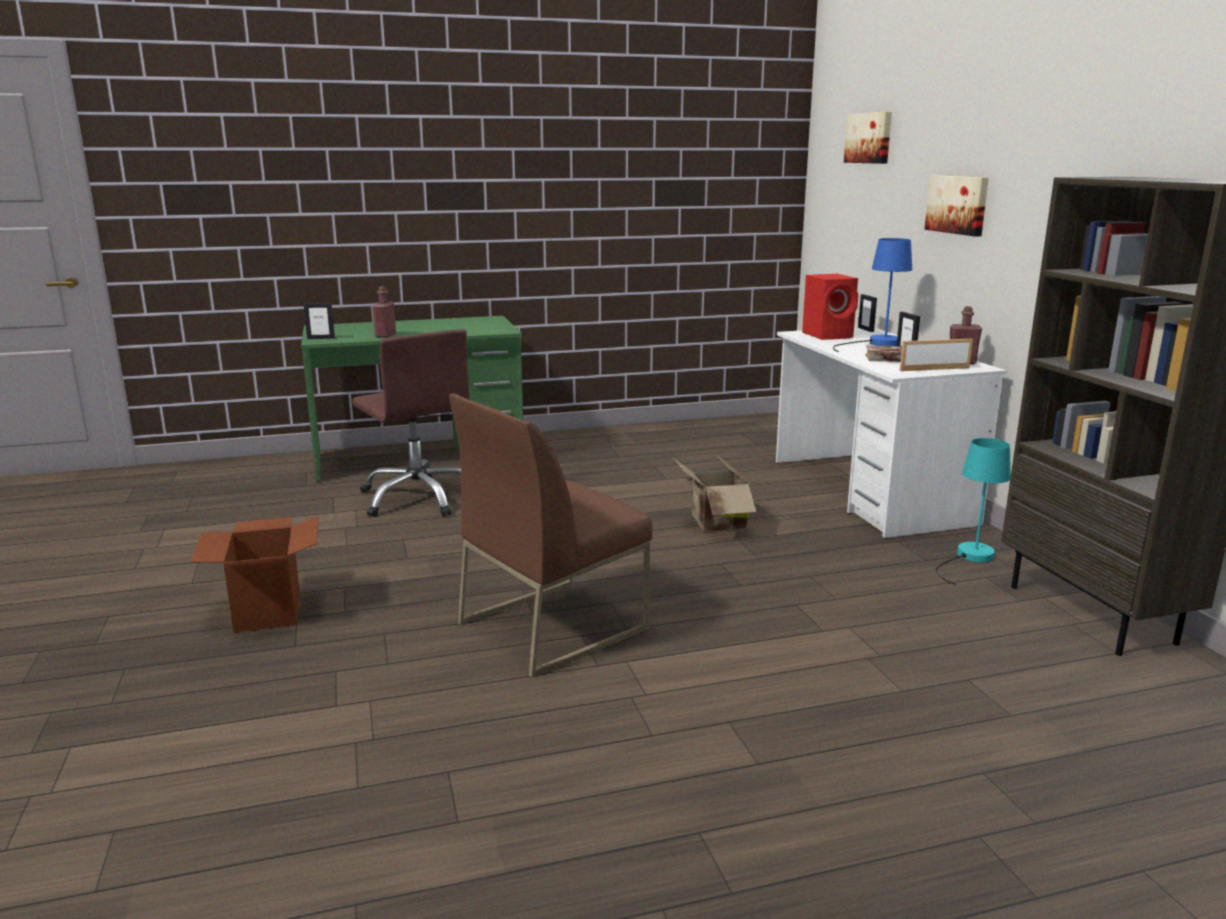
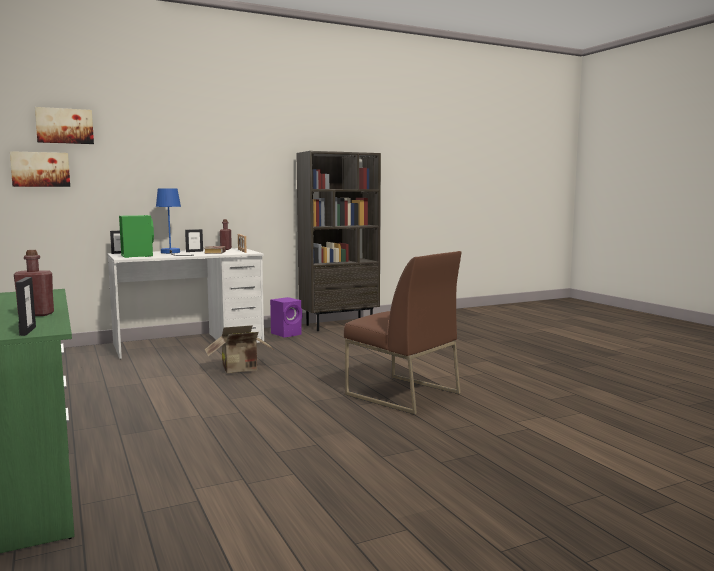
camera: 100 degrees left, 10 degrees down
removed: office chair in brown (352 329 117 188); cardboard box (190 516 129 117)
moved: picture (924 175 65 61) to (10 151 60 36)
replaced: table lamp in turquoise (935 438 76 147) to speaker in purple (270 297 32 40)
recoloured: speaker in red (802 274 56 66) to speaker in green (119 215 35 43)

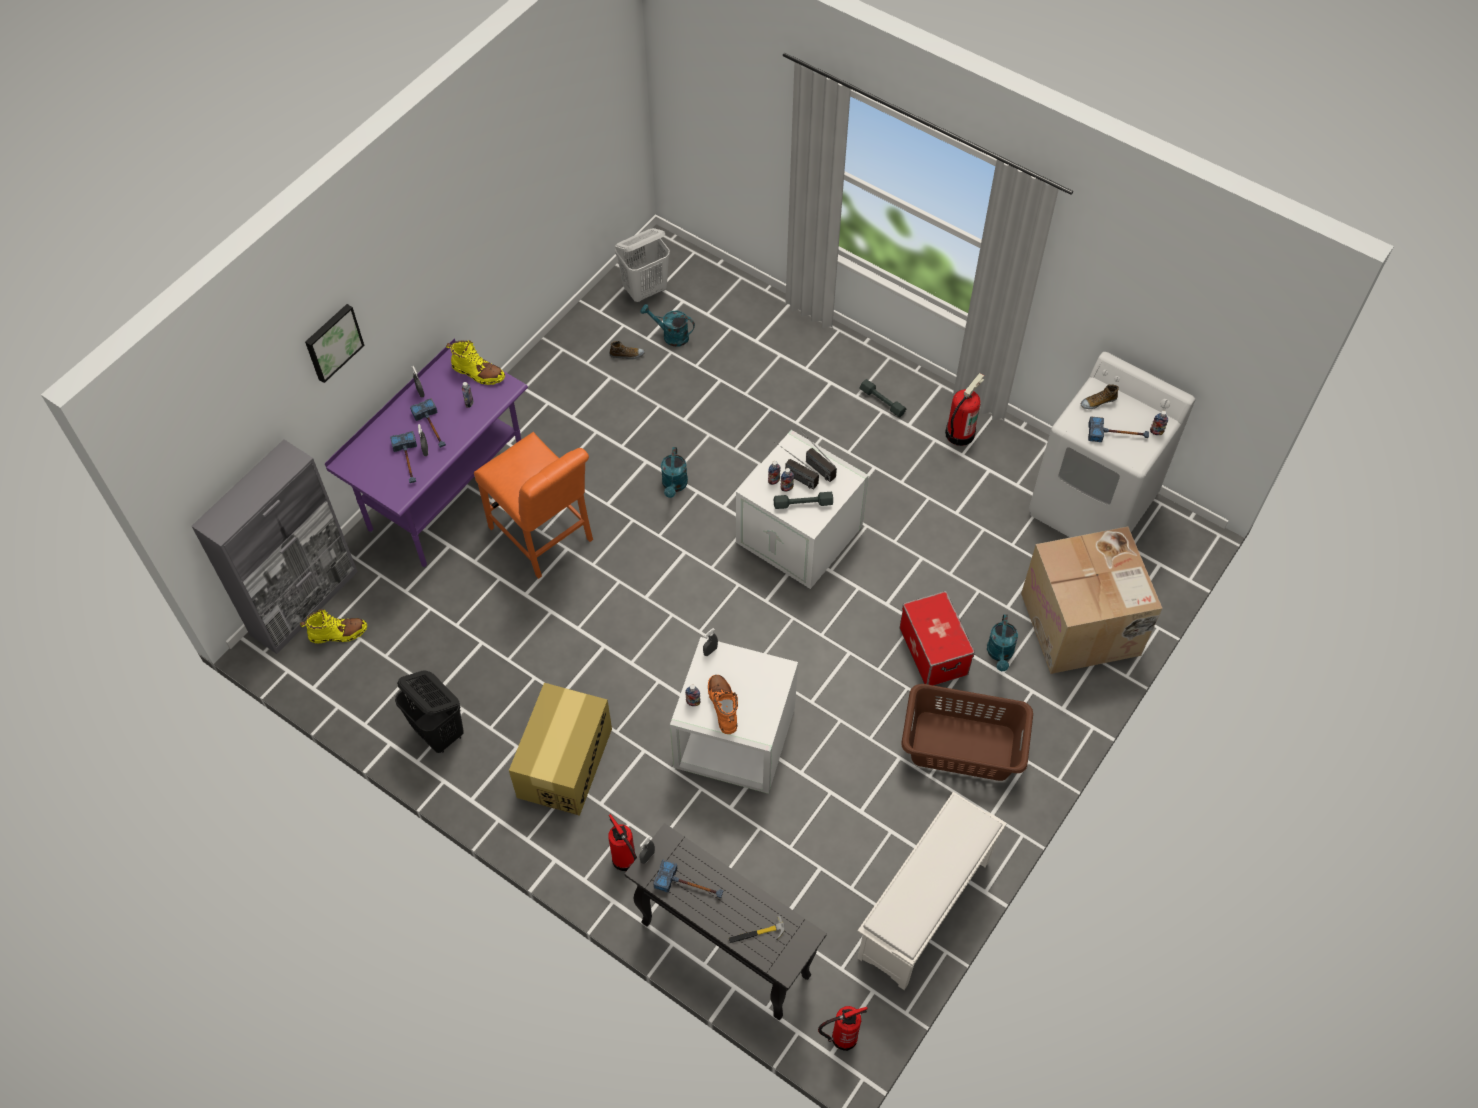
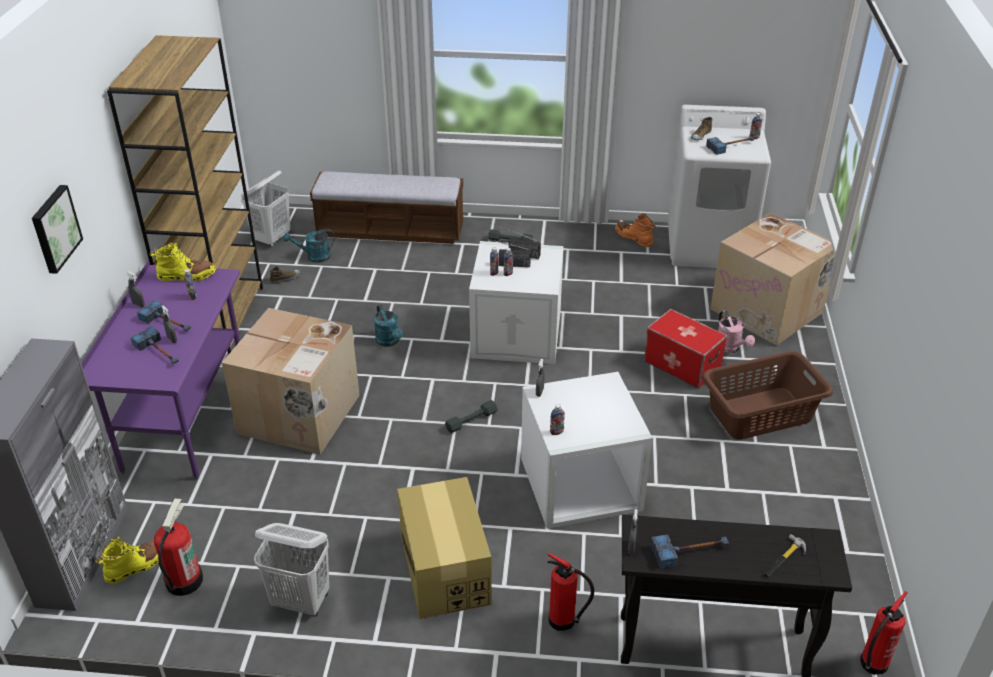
camera: 30 degrees left, 20 degrees down
removed: shoe rack in white (857 792 150 198)
added: bookcase in brown (107 35 156 320); bench (310 171 154 73)
moved: fire extinguisher (945 373 39 73) to (154 498 49 98); dumbbell in grey (774 492 59 17) to (445 400 53 33); boot in orange (708 675 30 59) to (615 213 41 34)
replaced: chair in orange (474 432 119 147) to cardboard box (222 308 138 147)
recoloured: watering can in turquoise (987 614 31 57) to watering can in pink (718 310 37 43); laundry basket in black (395 671 69 82) to laundry basket in white (254 523 75 93)

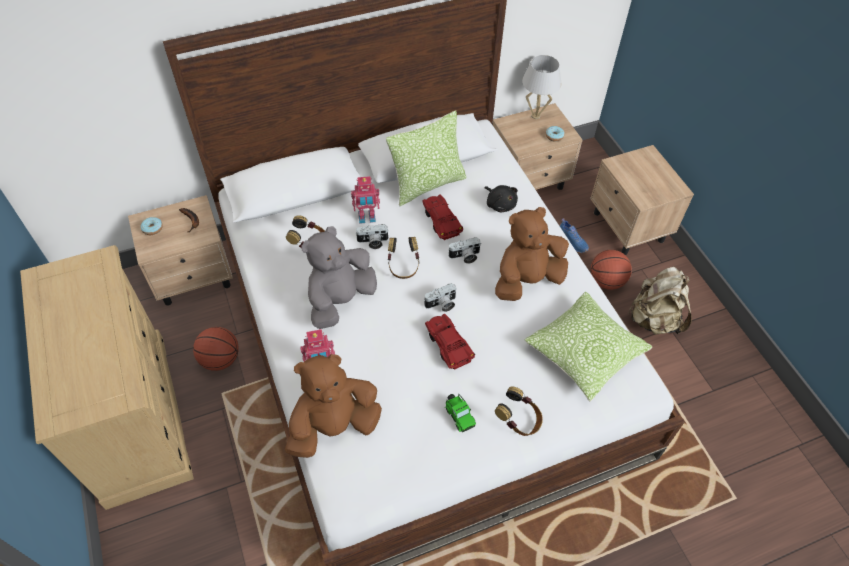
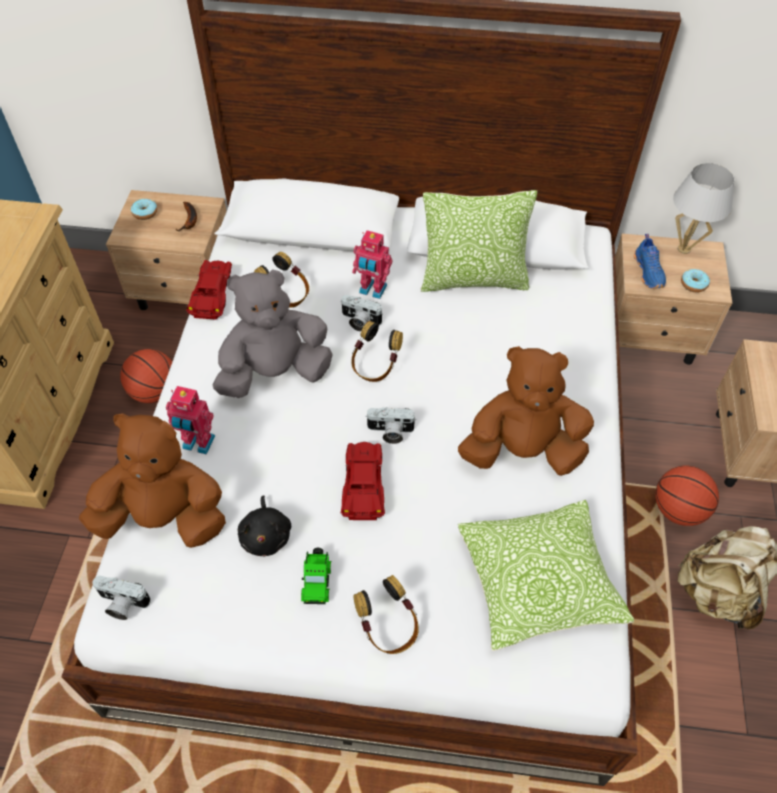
camera: 30 degrees right, 0 degrees up
moved: plush toy in black (485 185 33 28) to (238 496 53 61); toy car in red (422 194 42 46) to (186 260 46 60); shoe in blue (560 218 29 35) to (634 234 32 54); photo camera (448 237 33 27) to (92 576 59 44)

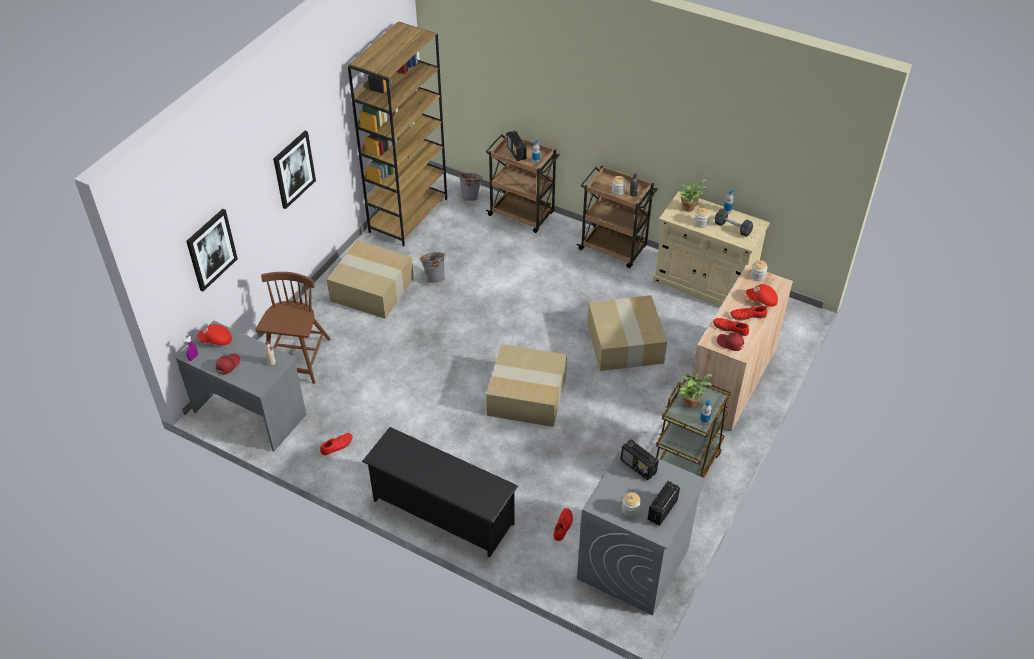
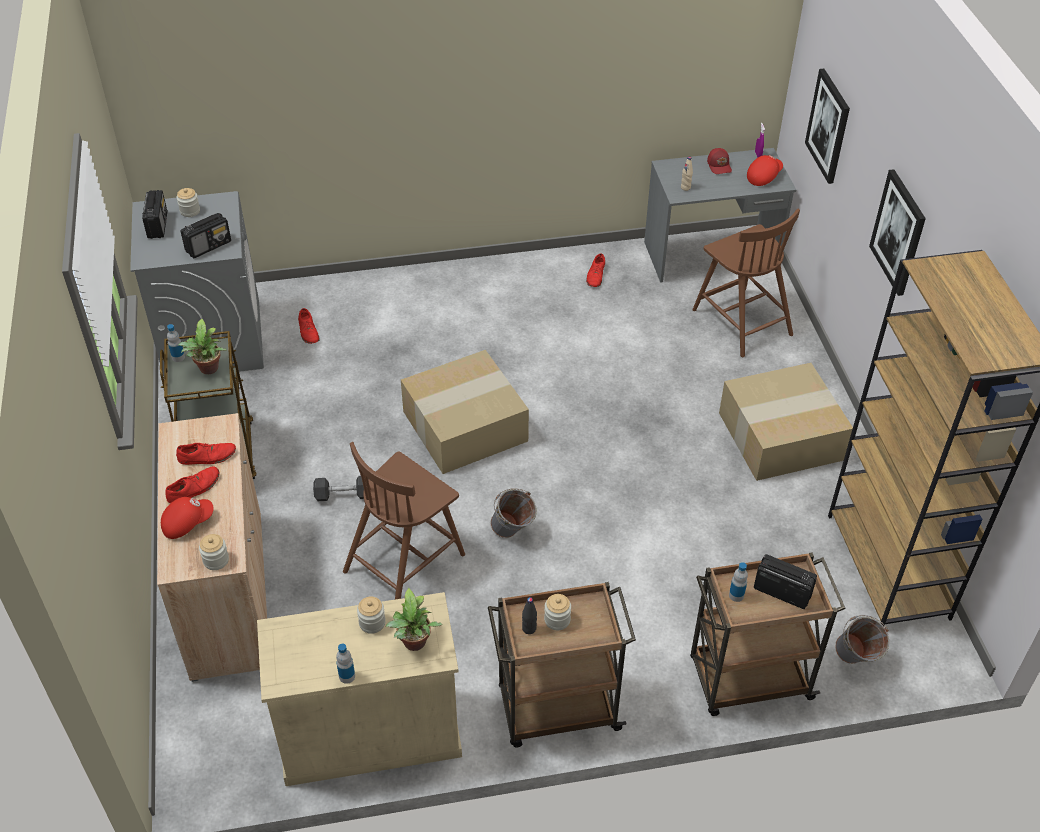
camera: 140 degrees right, 0 degrees up
removed: cap in red (717 333 27 18); shoe rack in black (362 427 156 131)
moved: dumbbell in grey (715 209 38 28) to (313 476 56 25); bucket in grey (420 252 26 31) to (491 488 46 50)
replaced: cardboard box (587 295 80 76) to chair in brown (343 442 122 157)
turned: radio (621 439 38 41) = (181 213 50 45) 135 degrees clockwise

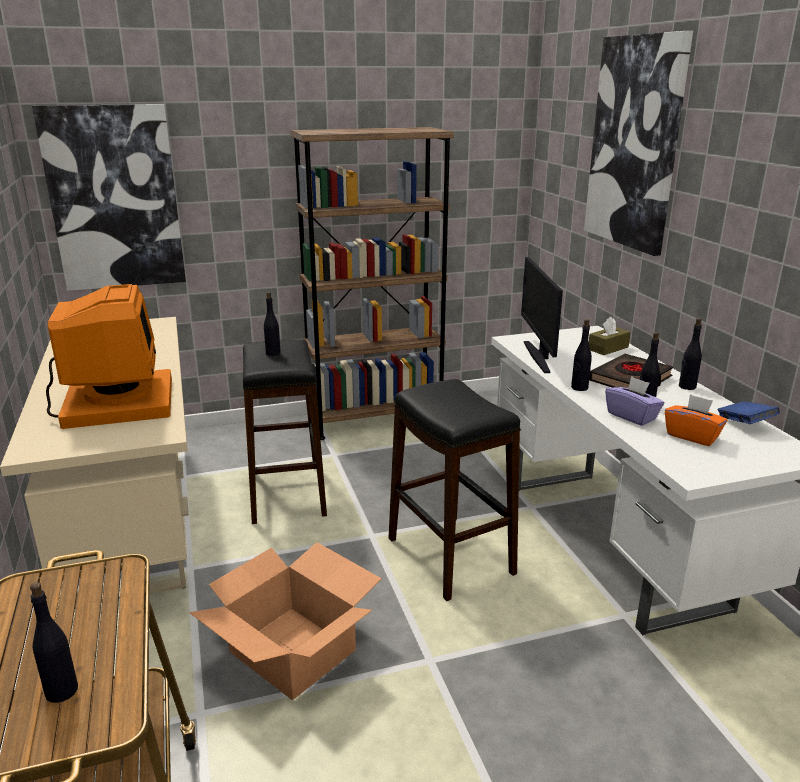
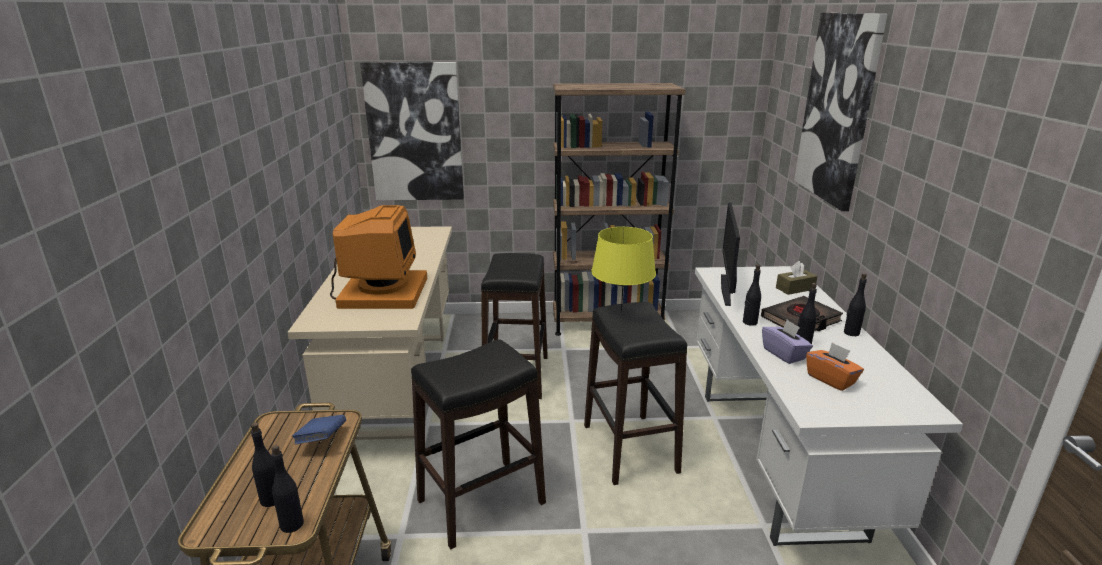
camera: 15 degrees right, 0 degrees up
added: table lamp in yellow (591 227 65 84)
moved: bottle in black (264 292 17 64) to (271 445 33 88); book in blue (717 401 63 23) to (292 415 54 29)
replaced: cardboard box (189 542 193 158) to stool in black (411 339 135 211)

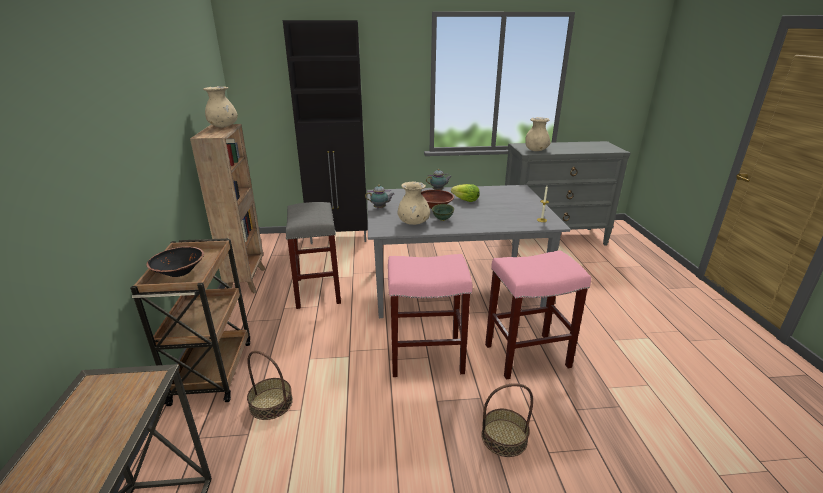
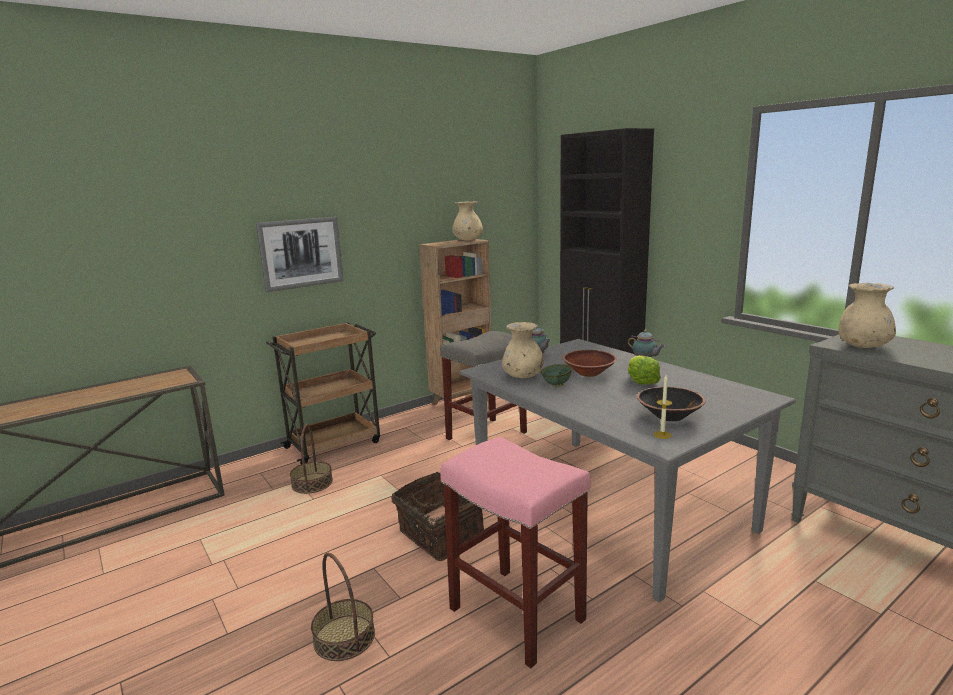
camera: 60 degrees right, 10 degrees down
added: picture (256 217 88 75)
moved: bowl in black (146 247 58 30) to (637 387 69 34)
replaced: stool in pink (388 254 85 123) to basket (392 472 92 89)

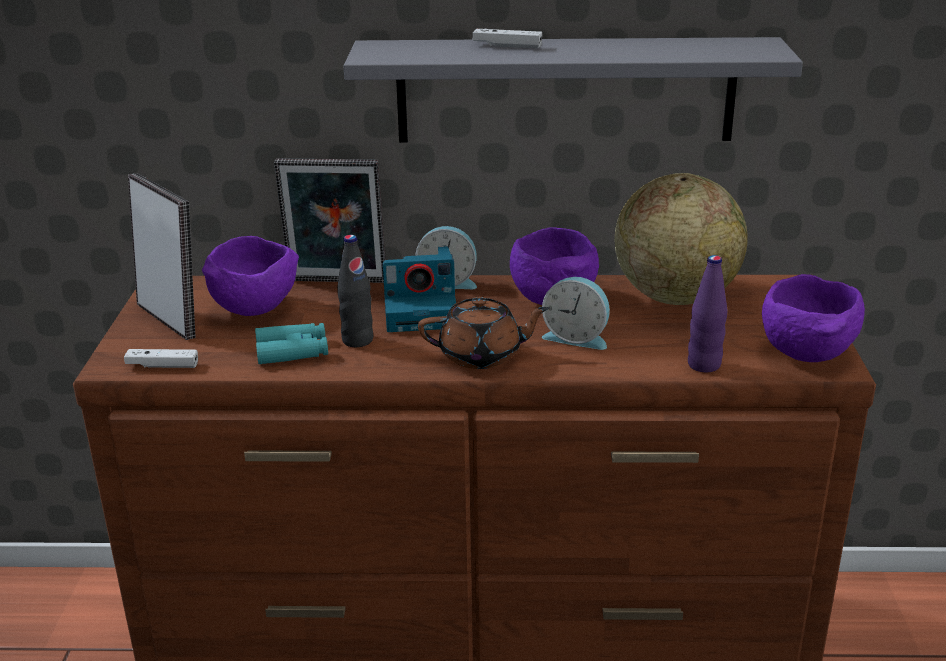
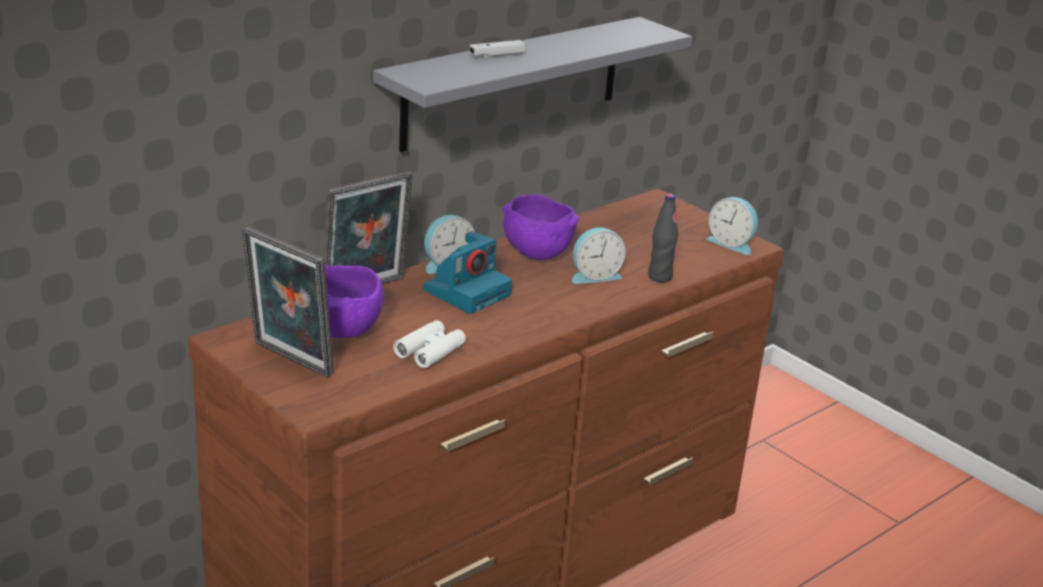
camera: 45 degrees left, 0 degrees up
removed: globe (615 173 133 132); bottle in purple (688 255 39 117); teapot in brown (418 297 132 72); game controller in white (124 349 74 19)
moved: bottle in black (337 235 36 112) to (648 194 30 88)
replaced: bowl in purple (762 274 103 88) to alarm clock (706 197 52 58)
recoloured: binoculars in turquoise (255 323 73 41) to binoculars in white (393 320 73 48)
turned: picture frame (128 173 68 167) = (242 226 92 152) 150 degrees counterclockwise

